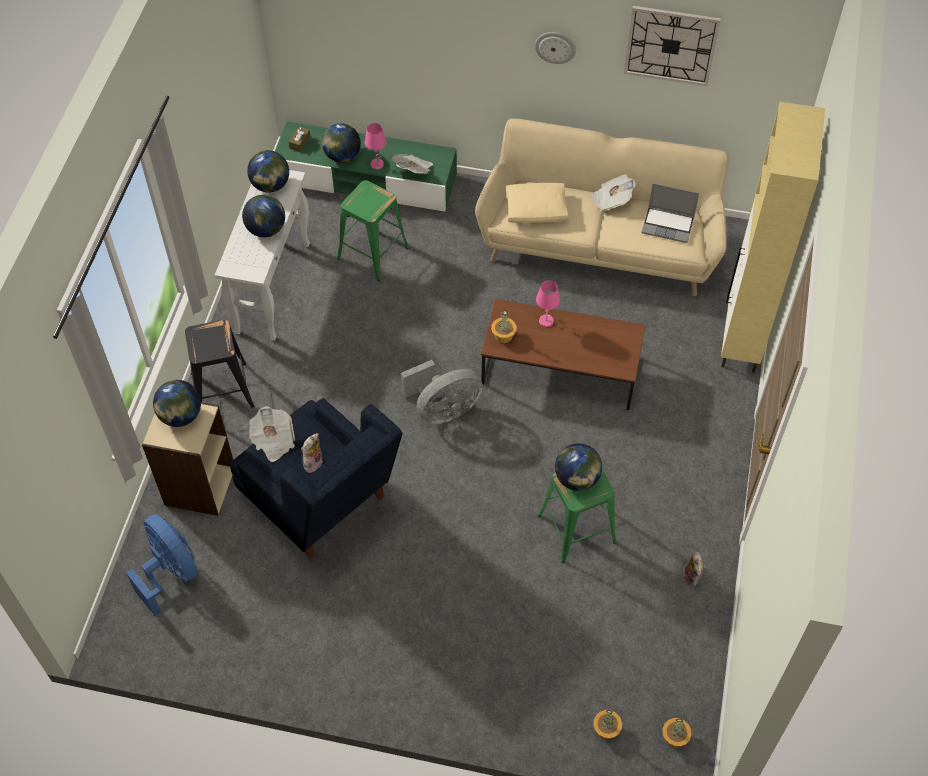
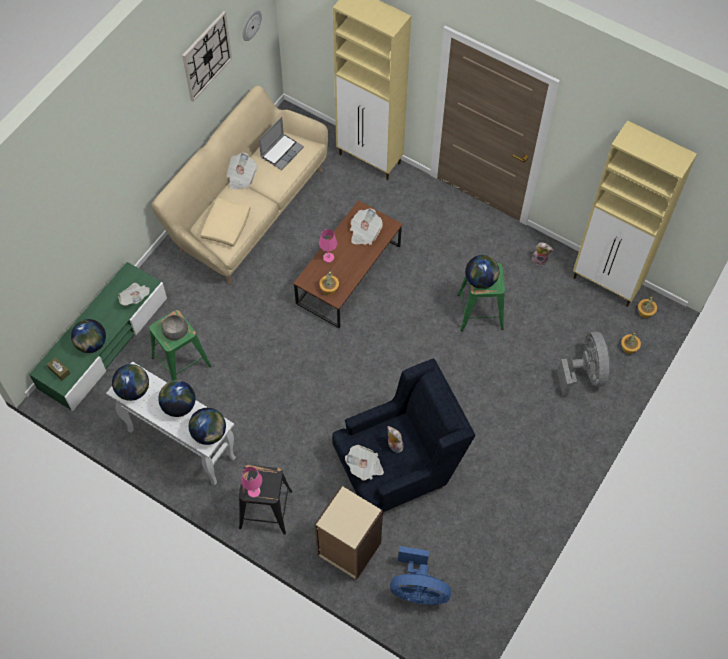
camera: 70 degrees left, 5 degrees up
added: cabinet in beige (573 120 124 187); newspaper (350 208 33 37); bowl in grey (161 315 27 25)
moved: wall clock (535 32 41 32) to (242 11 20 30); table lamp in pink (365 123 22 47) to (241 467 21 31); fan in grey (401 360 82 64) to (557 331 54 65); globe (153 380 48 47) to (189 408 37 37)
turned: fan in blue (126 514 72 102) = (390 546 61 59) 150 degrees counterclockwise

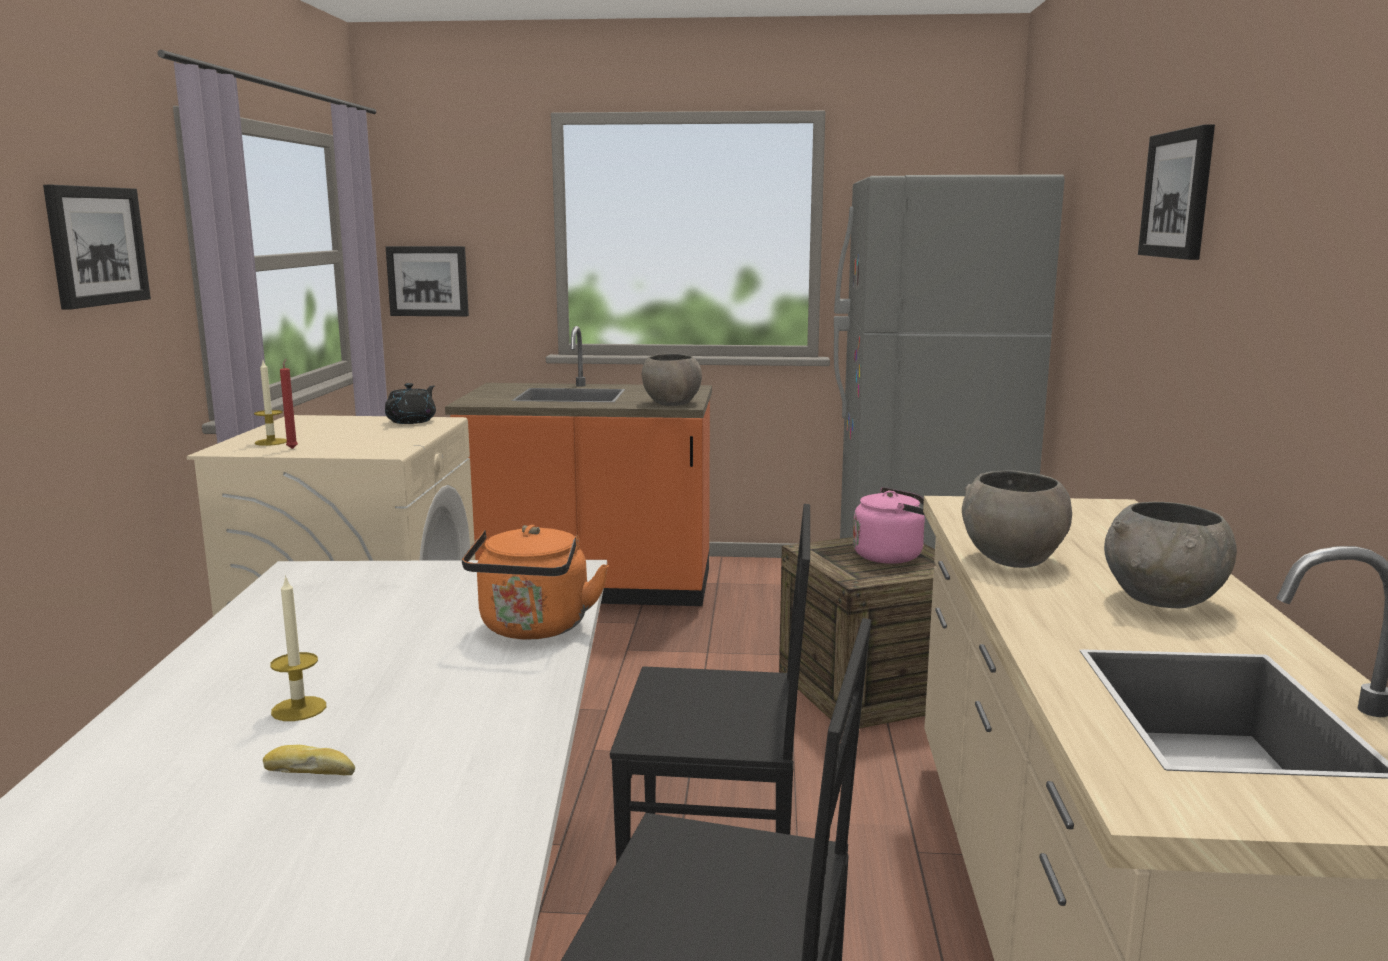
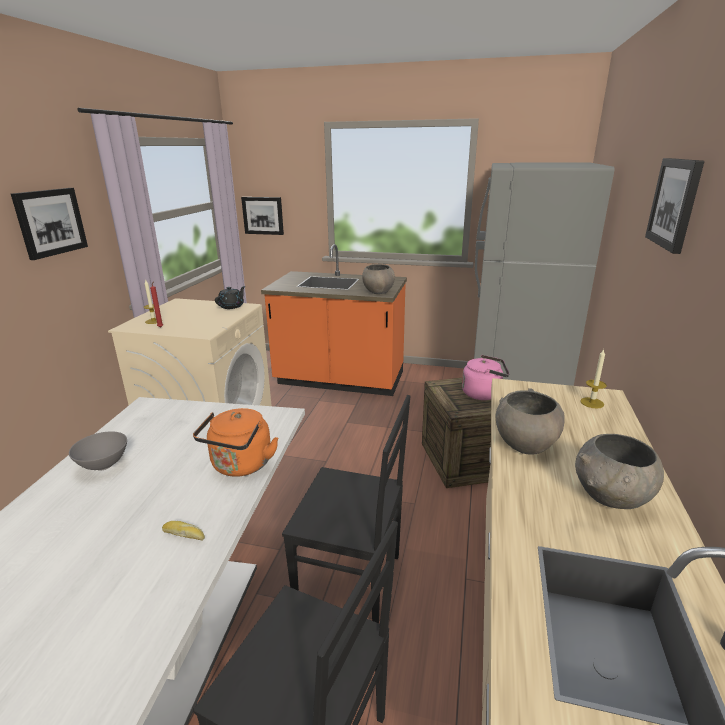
camera: 10 degrees right, 10 degrees up
added: bowl in grey (69 431 58 40)
moved: candle (270 575 56 146) to (580 349 27 60); bread (263 745 92 30) to (162 521 43 19)

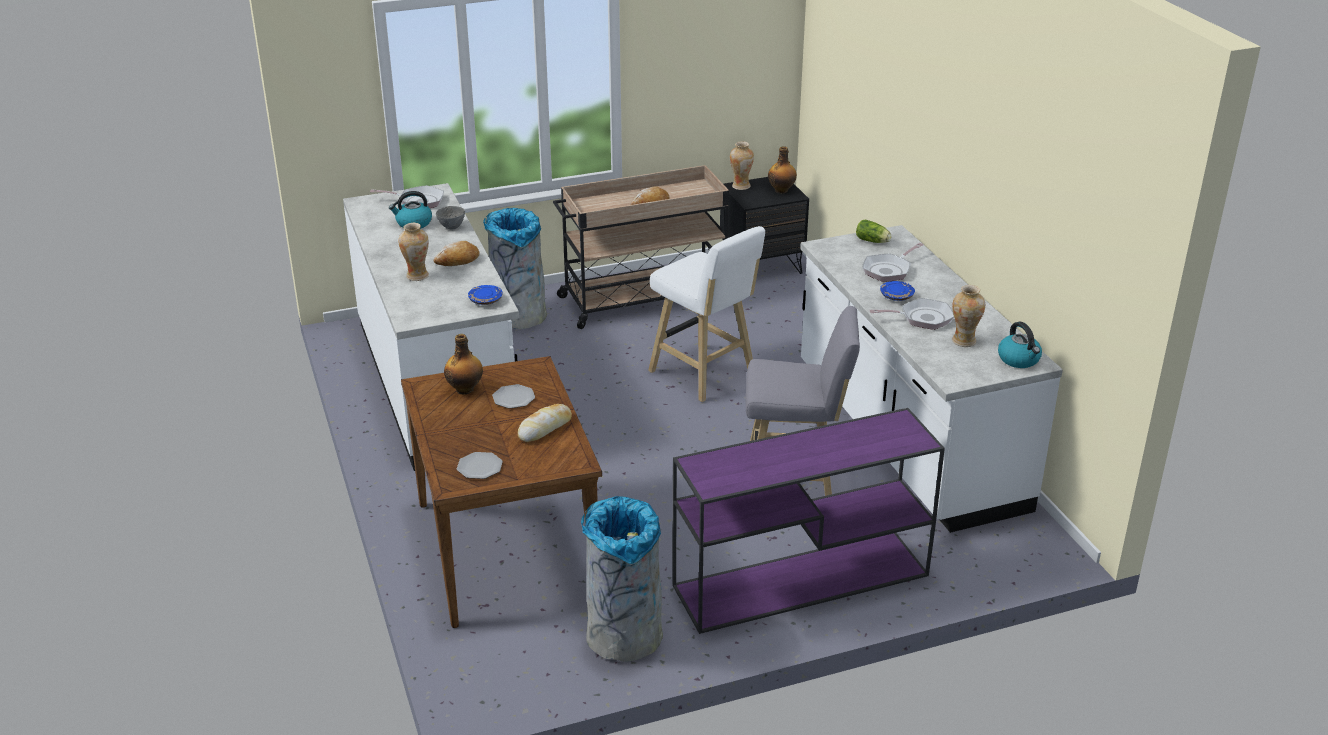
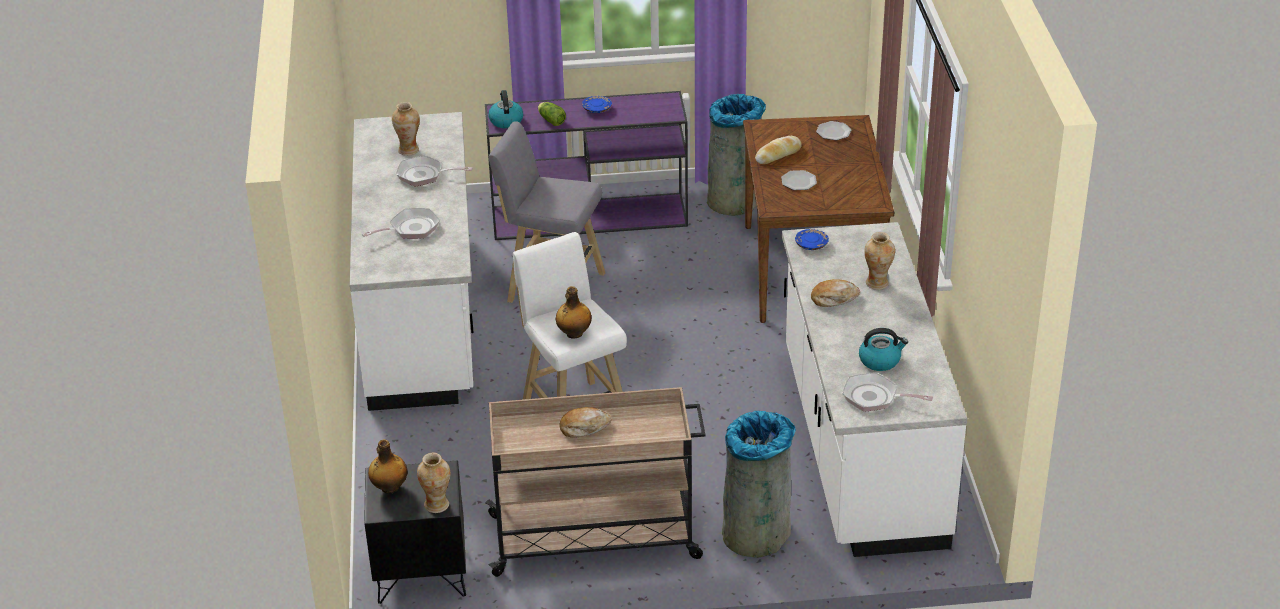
camera: 165 degrees left, 5 degrees up
removed: bowl in grey (436 206 29 23)
moved: lettuce (856 220 36 23) to (538 102 28 24); plate in blue (880 281 35 20) to (582 96 30 17); kettle (998 322 44 46) to (488 90 35 38); bottle (444 334 39 60) to (556 286 36 53)

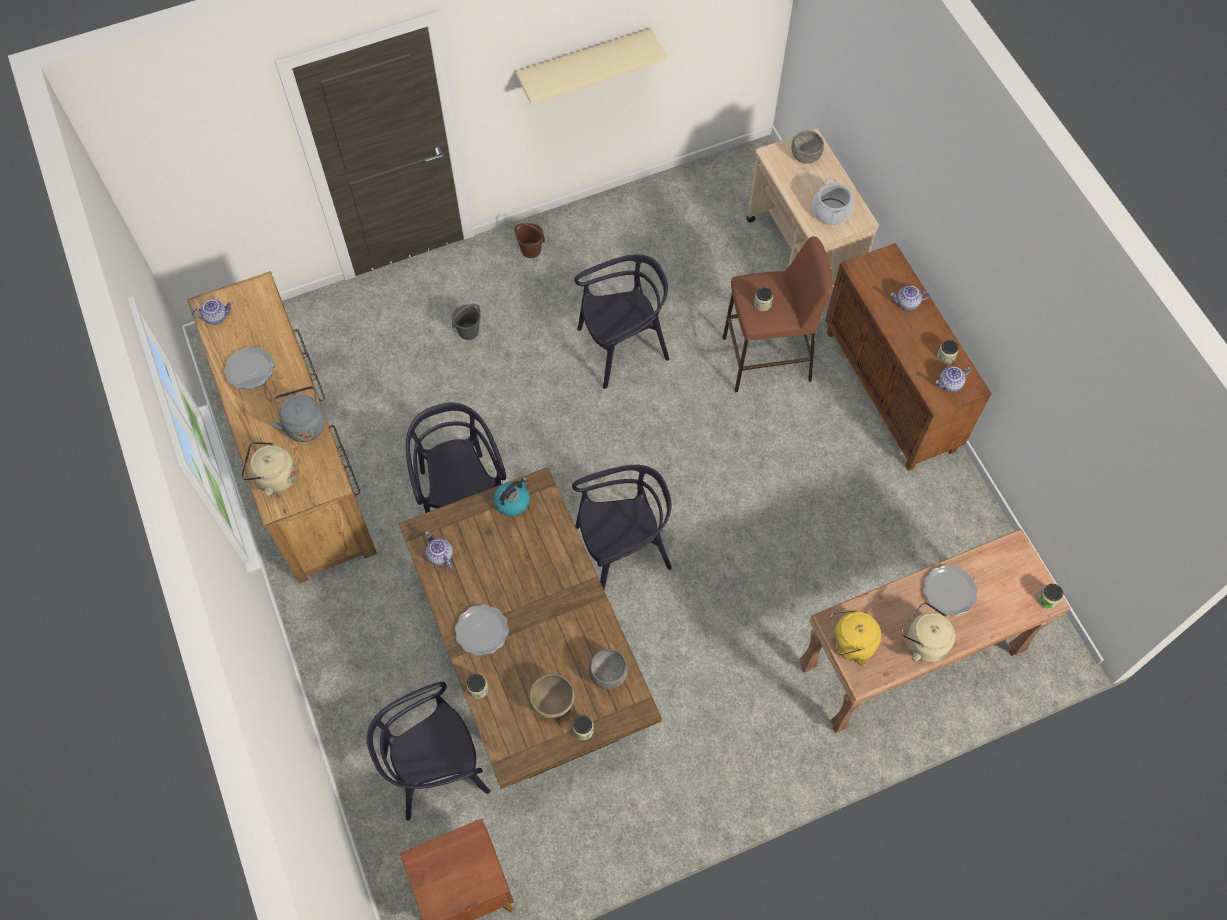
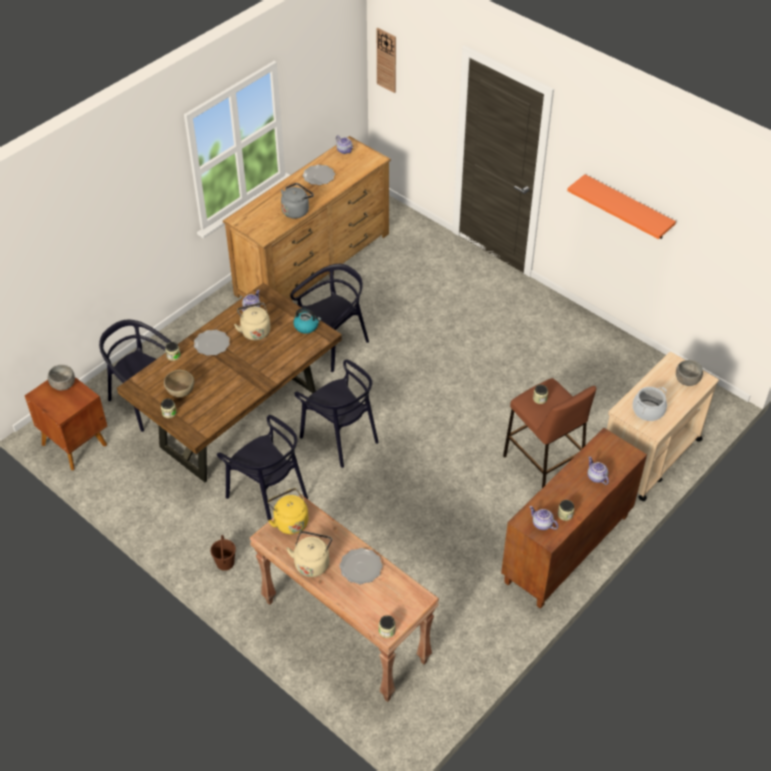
camera: 65 degrees right, 15 degrees down
removed: bucket in grey (452 304 28 36)
added: wall clock (377 28 19 65)
moved: bucket in brown (515 223 30 35) to (211 535 25 36); chair in black (574 254 95 135) to (217 415 91 107); kettle in beige (241 442 56 54) to (234 302 37 39); bowl in grey (589 649 39 40) to (48 365 27 25)
recoloured: shelf in beige (516 29 151 74) to shelf in orange (567 174 109 65)

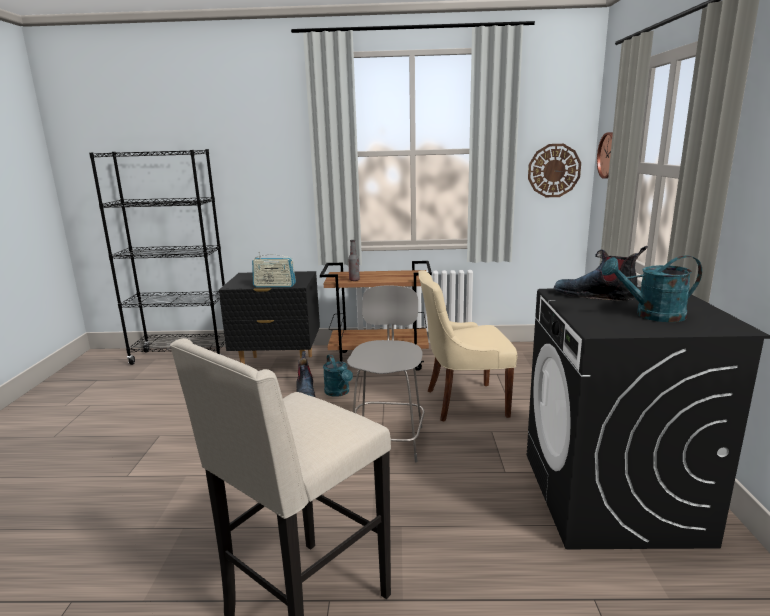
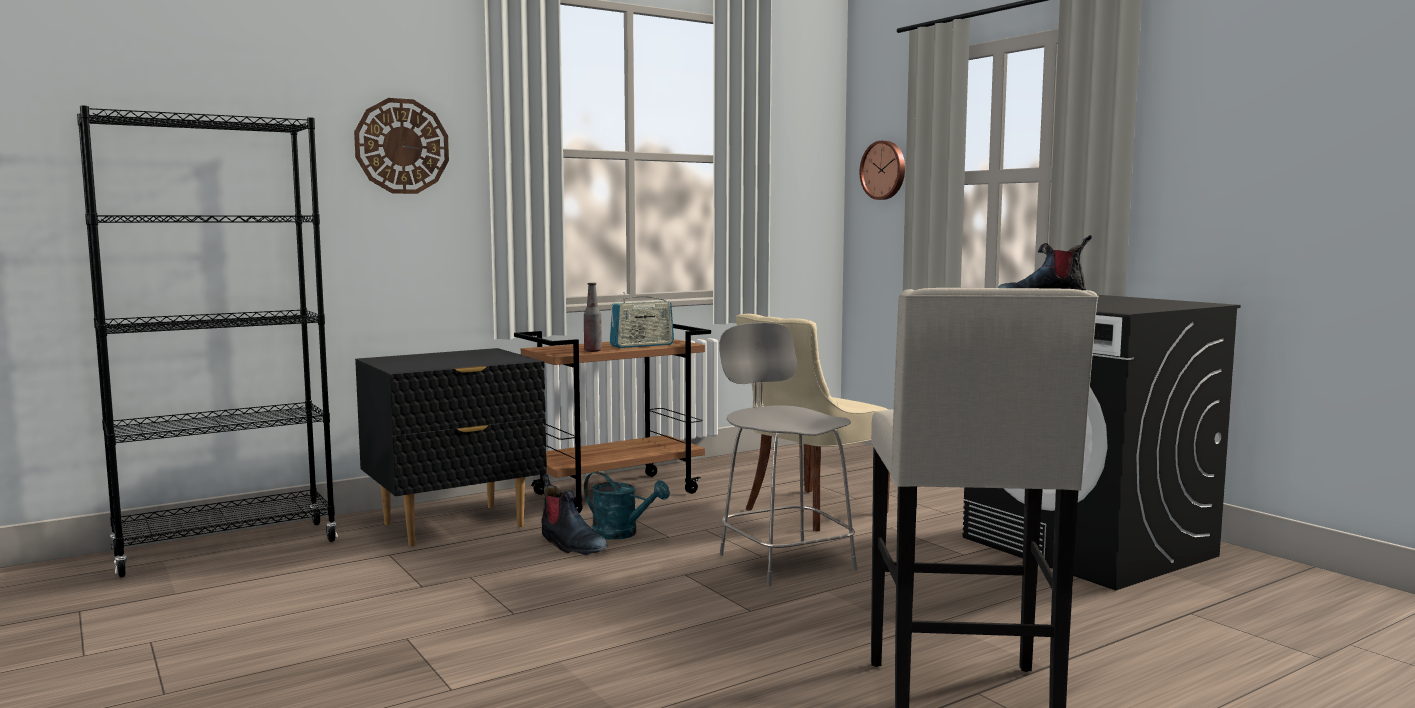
camera: 35 degrees left, 10 degrees down
removed: watering can in turquoise (602 255 100 67)
moved: wall clock (528 144 53 53) to (354 98 95 96); radio (252 252 44 35) to (610 292 64 56)

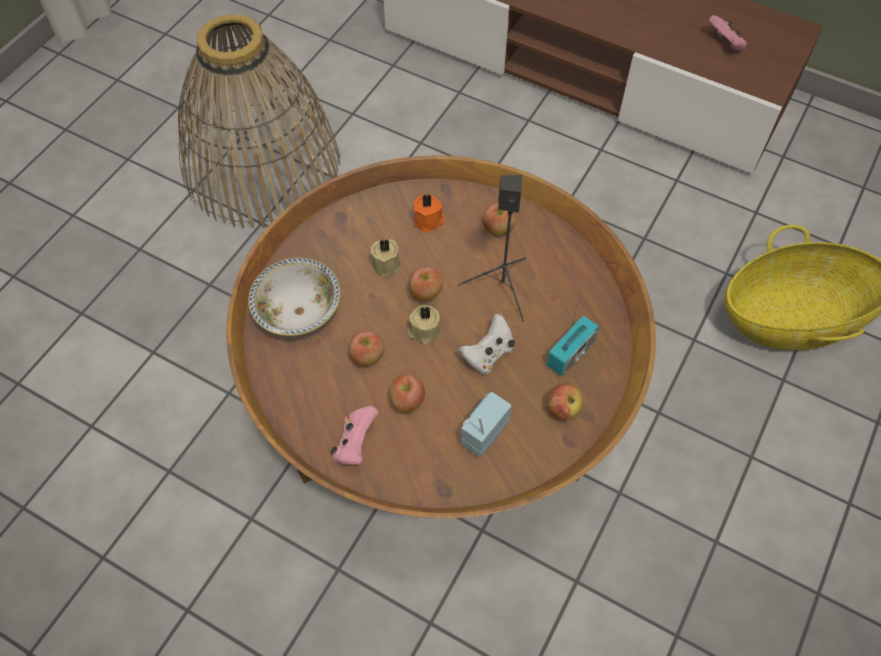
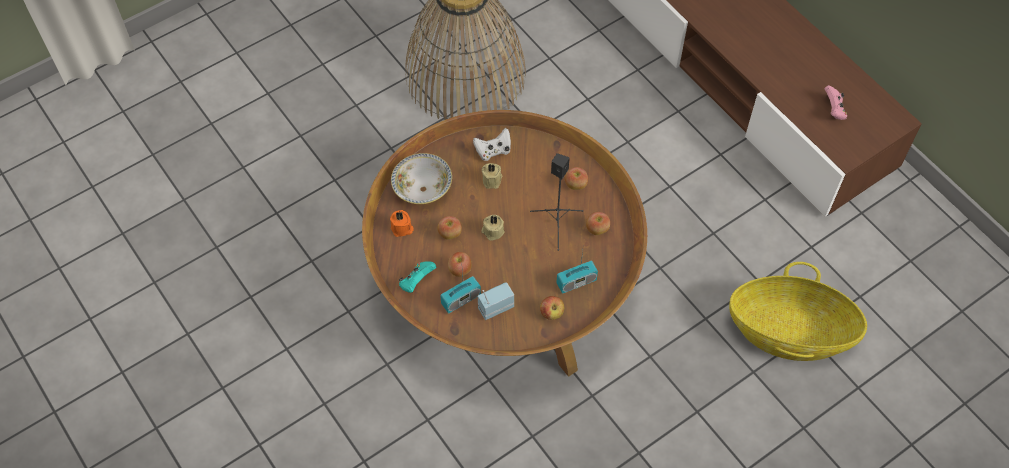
camera: 25 degrees right, 0 degrees up
added: radio (440 271 41 42)
moved: candle in orange (413 194 31 39) to (390 210 24 27); apple (409 267 34 35) to (586 212 24 23); game controller in white (459 314 56 60) to (473 128 38 33)
recoloured: game controller in pink (331 406 47 59) to game controller in turquoise (399 261 37 32)

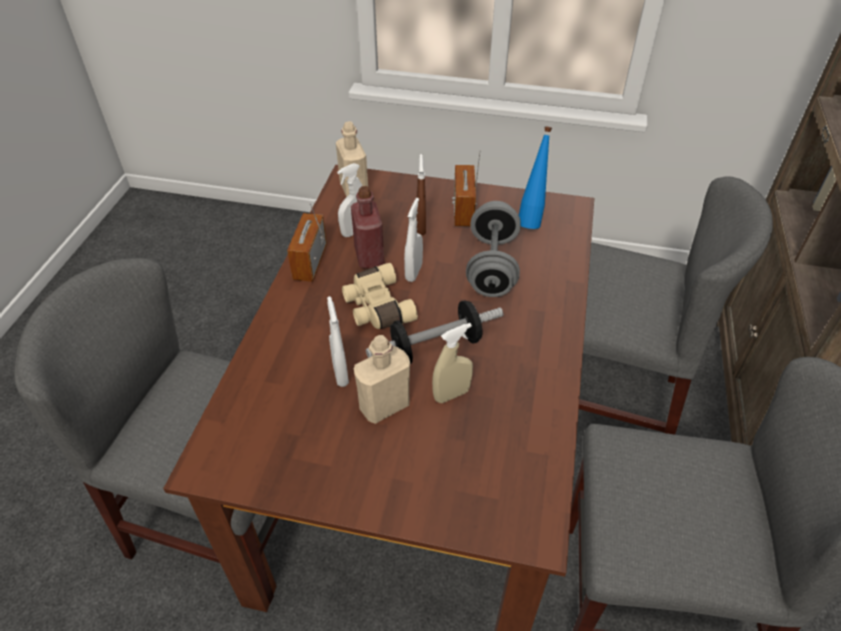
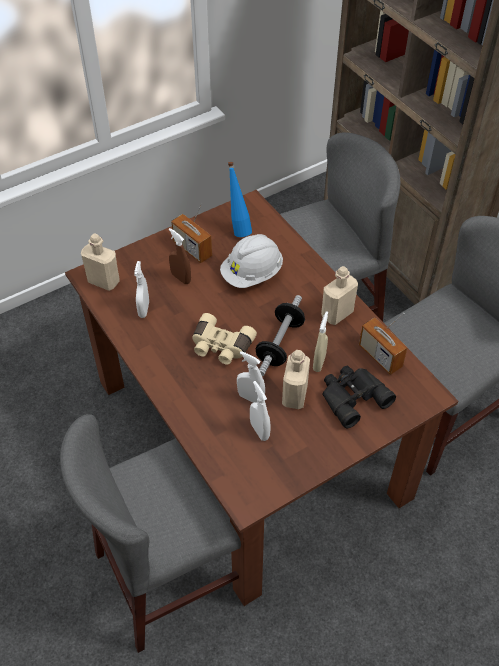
camera: 45 degrees left, 5 degrees up
removed: bottle in red (351 186 33 82)
added: bottle in beige (321 266 37 59); binoculars in black (322 366 74 62)
moved: spray bottle in white (404 198 19 84) to (250 381 20 60); radio (287 203 40 79) to (359 313 49 62)
replaced: dumbbell in grey (466 201 55 96) to hard hat in white (220 234 63 54)

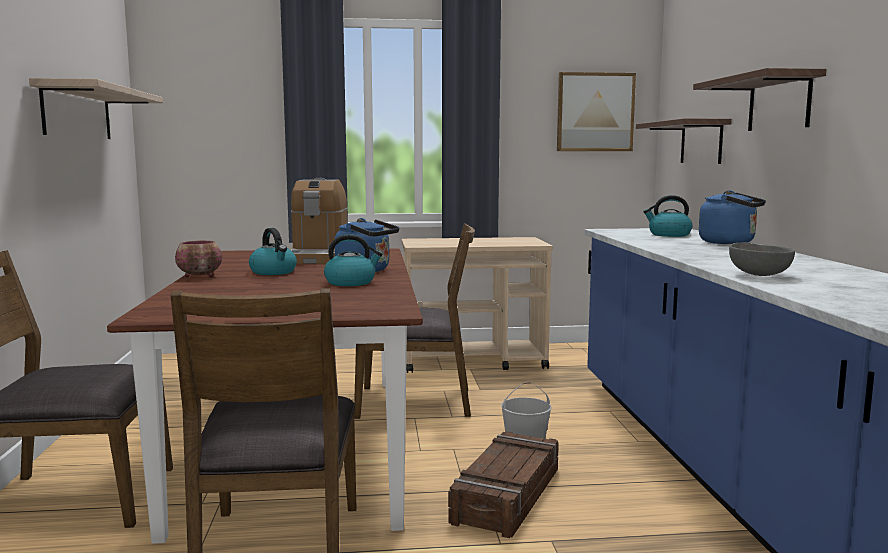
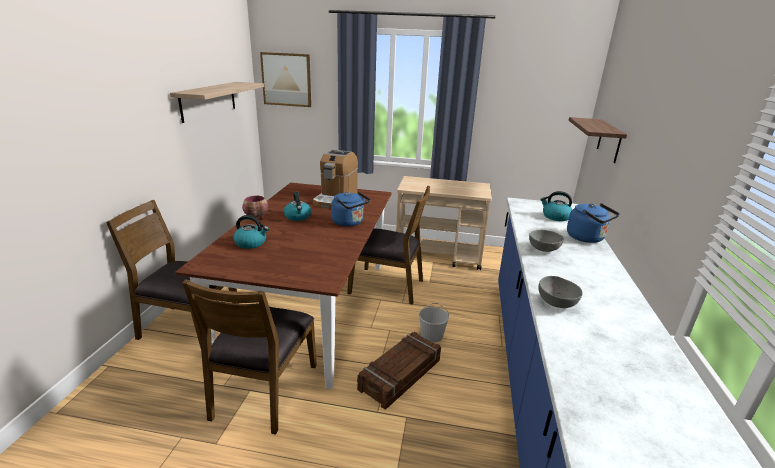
camera: 15 degrees right, 15 degrees up
removed: shelf (693 68 133 63)
added: bowl in grey (529 230 35 22)
moved: picture (557 72 79 79) to (260 52 51 55); kettle (324 234 59 52) to (233 215 36 34)

